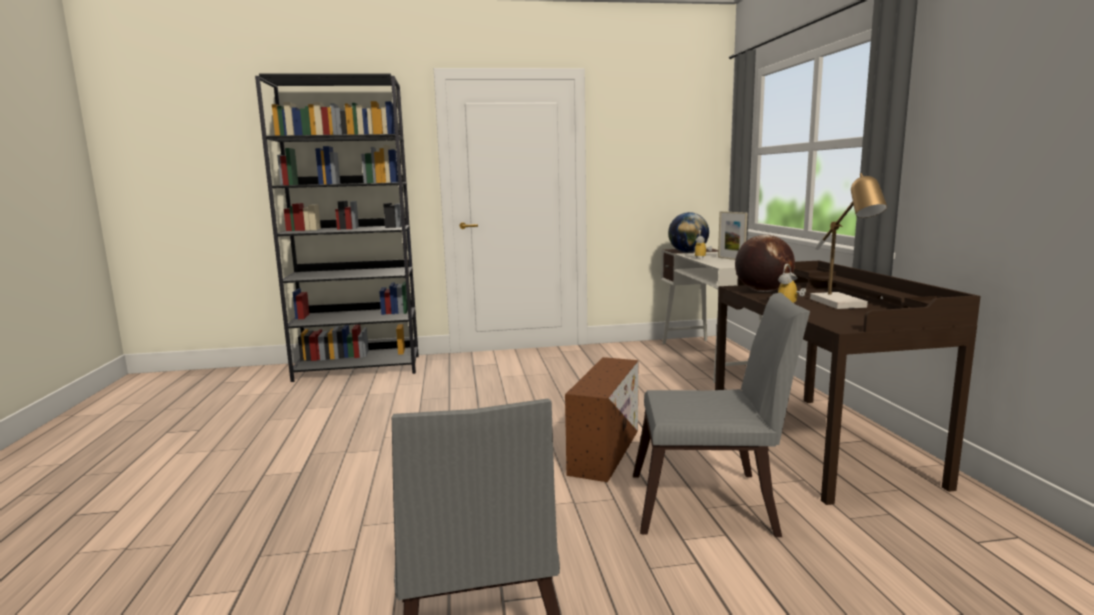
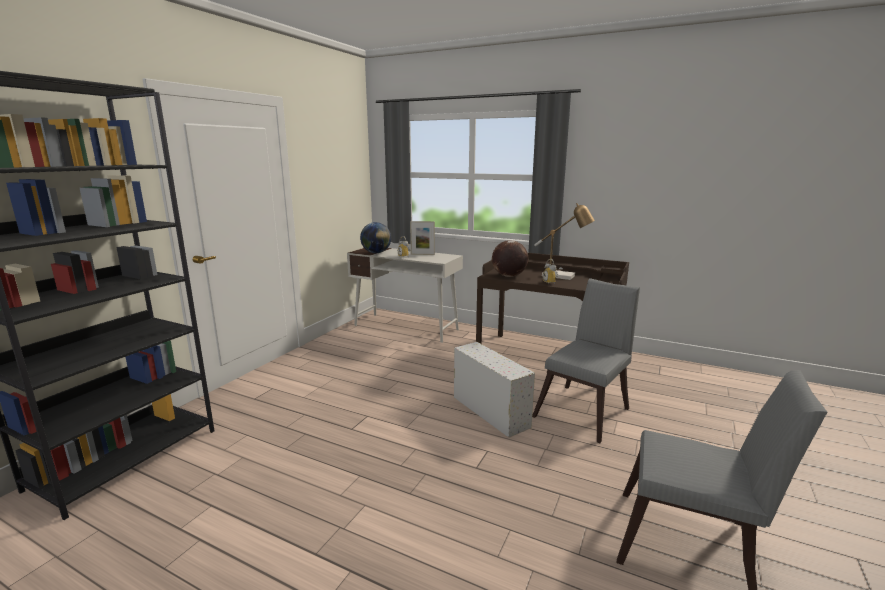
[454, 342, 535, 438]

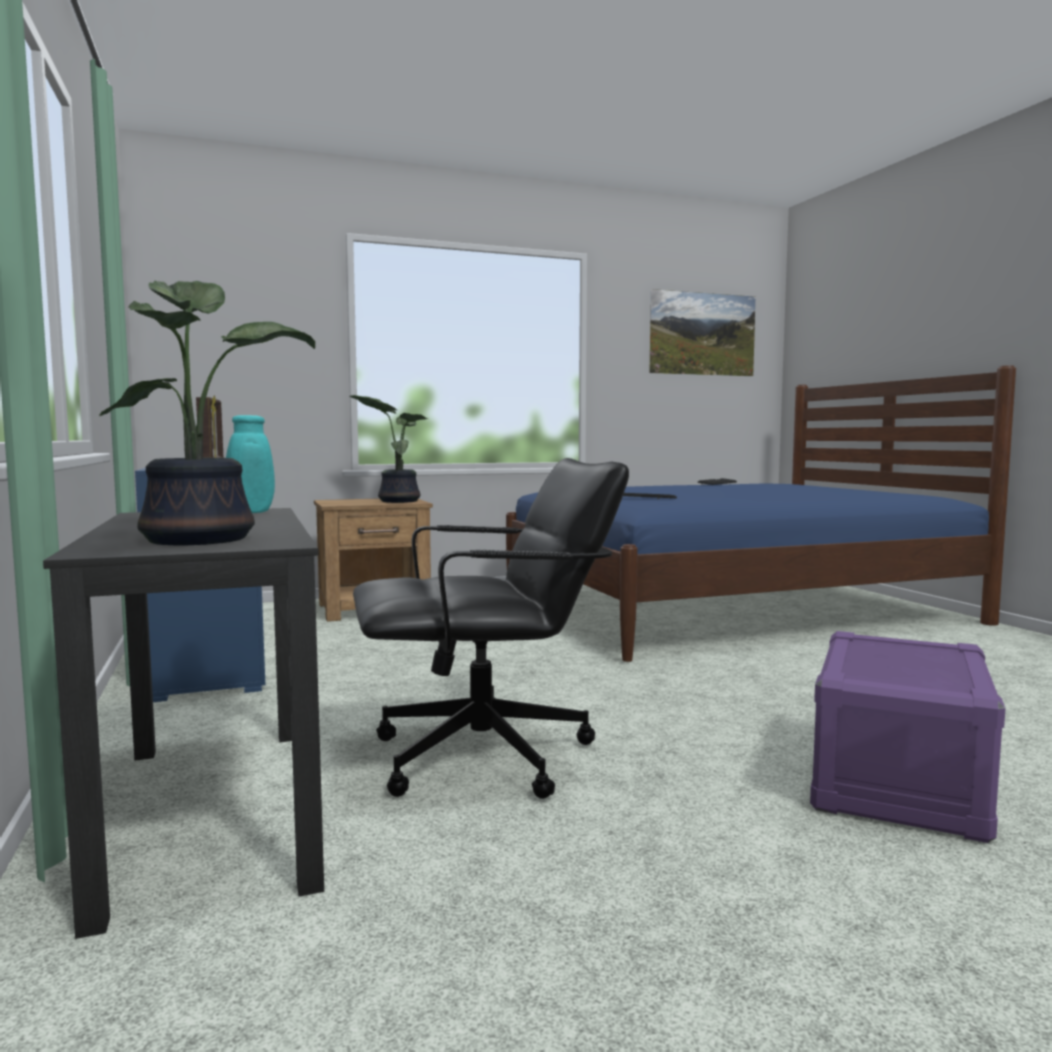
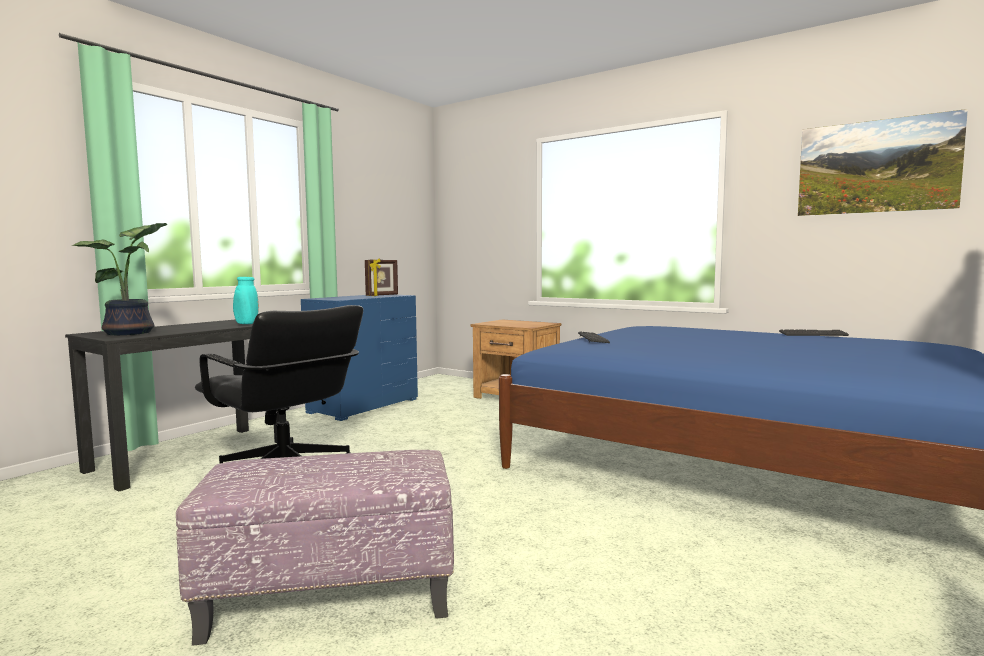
[176, 450, 454, 646]
[349, 395, 428, 503] (first image)

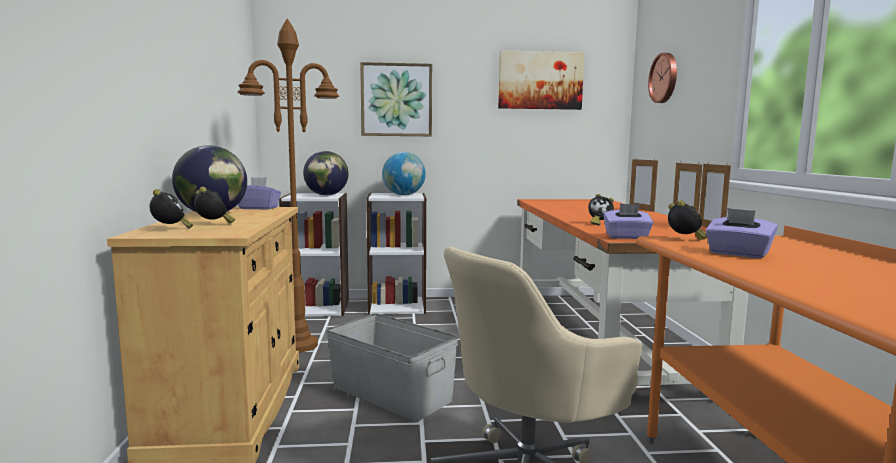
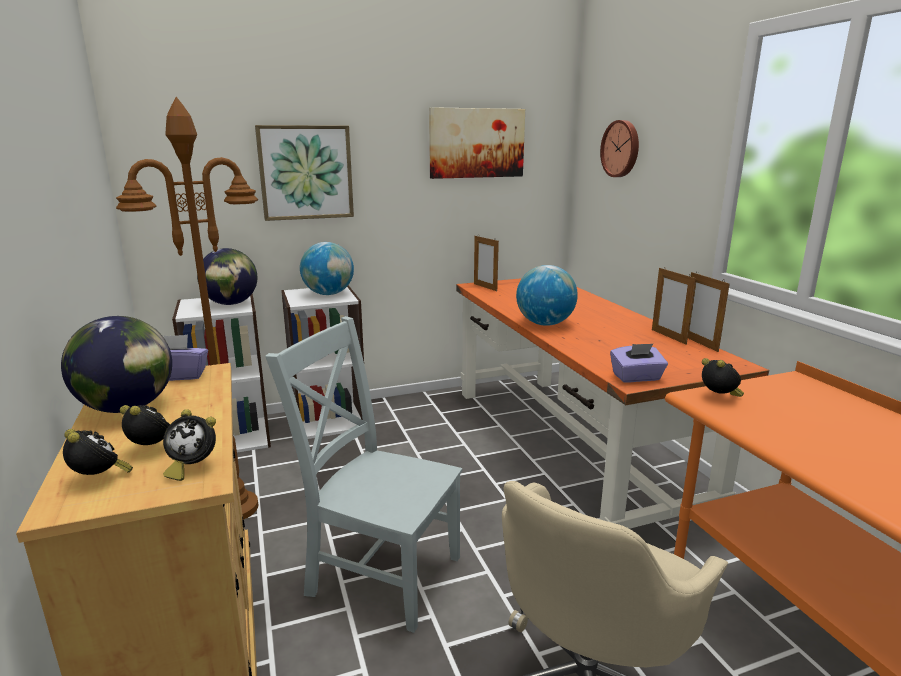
[163, 409, 216, 481]
[265, 316, 462, 633]
[474, 236, 499, 291]
[516, 265, 578, 326]
[705, 208, 778, 258] (first image)

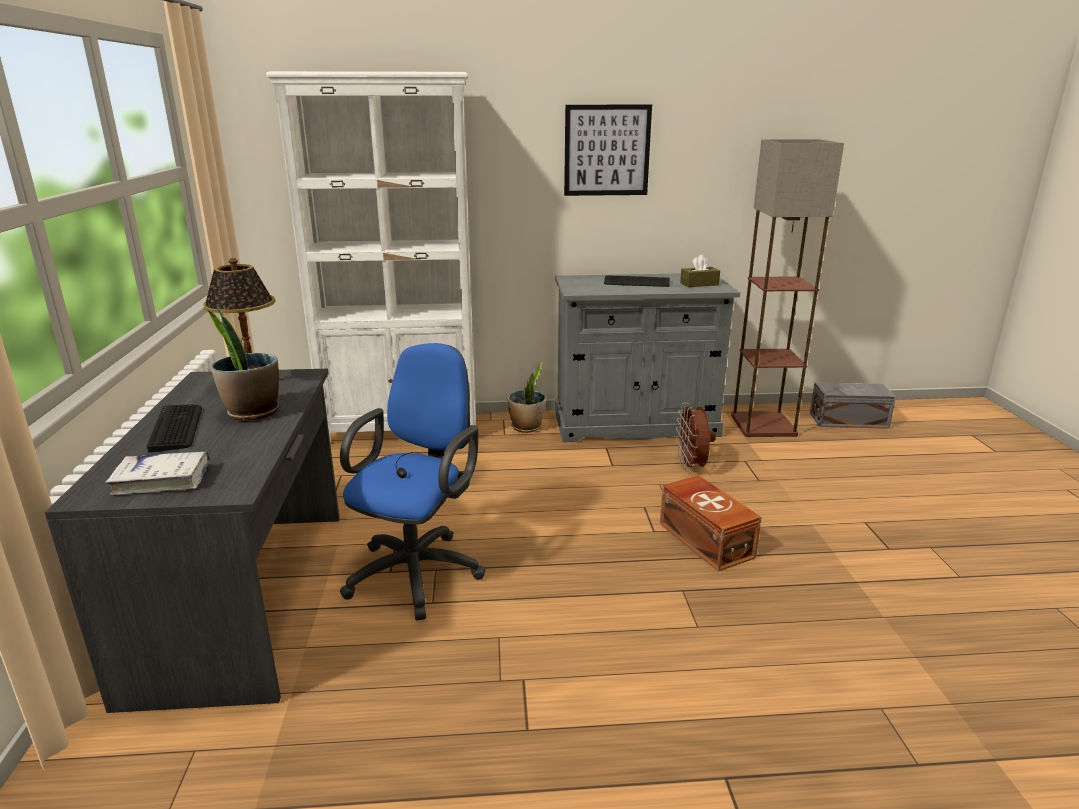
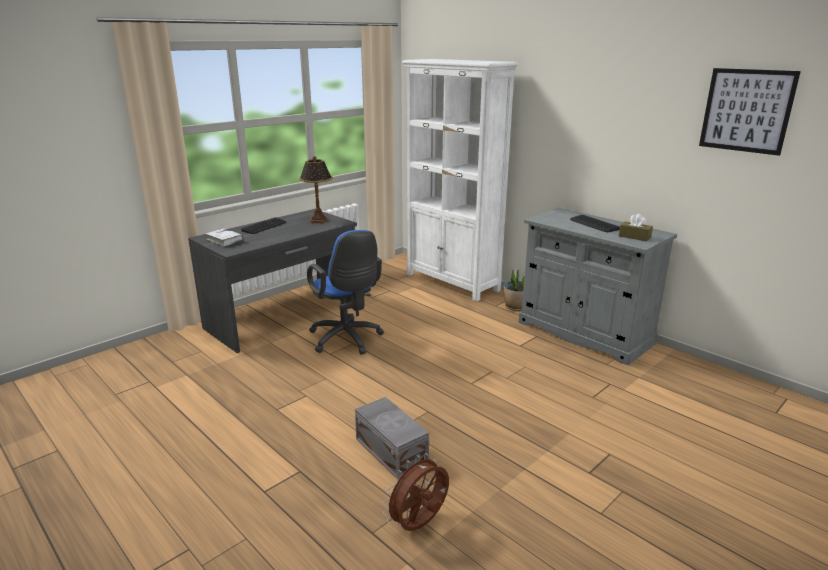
[307, 230, 384, 355]
[355, 397, 429, 479]
[383, 453, 449, 531]
[699, 68, 801, 156]
[207, 306, 279, 421] (first image)
[660, 475, 762, 572] (first image)
[731, 139, 844, 437] (first image)

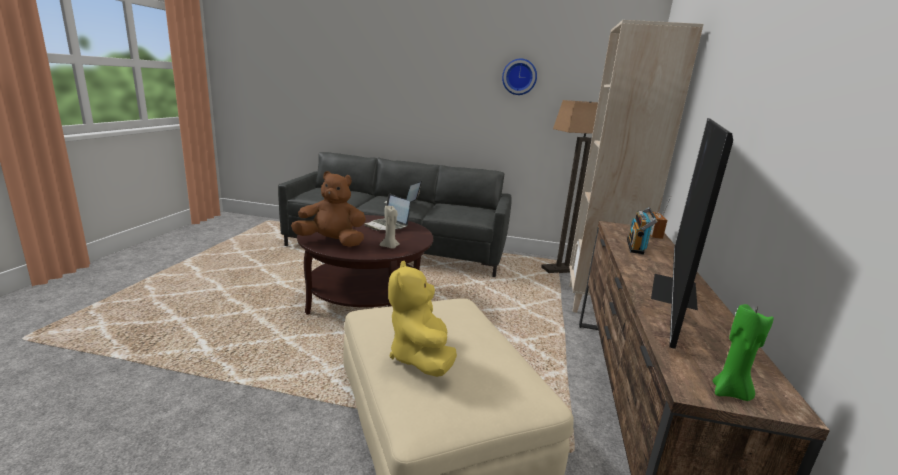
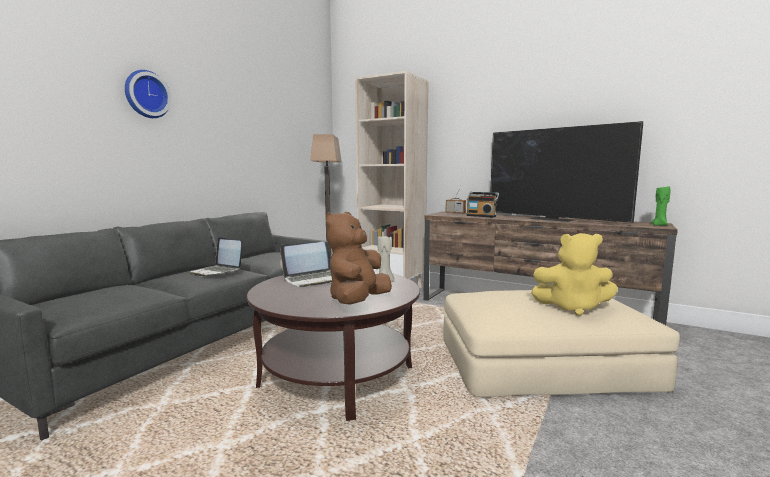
[125, 70, 171, 118]

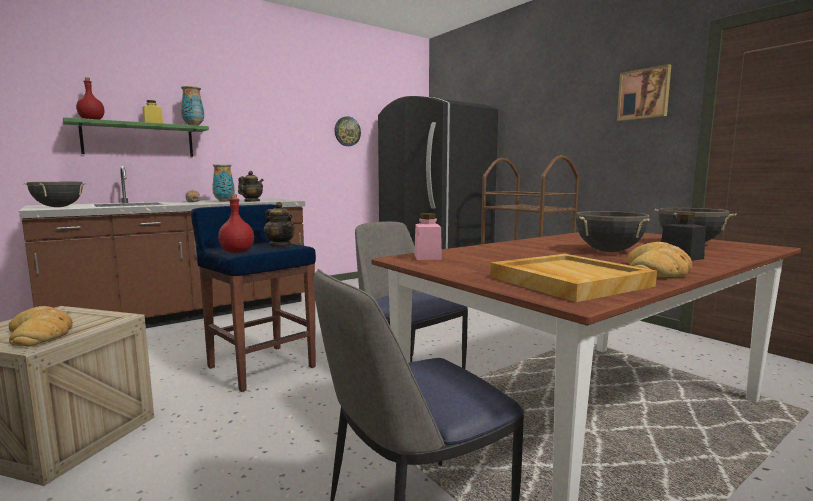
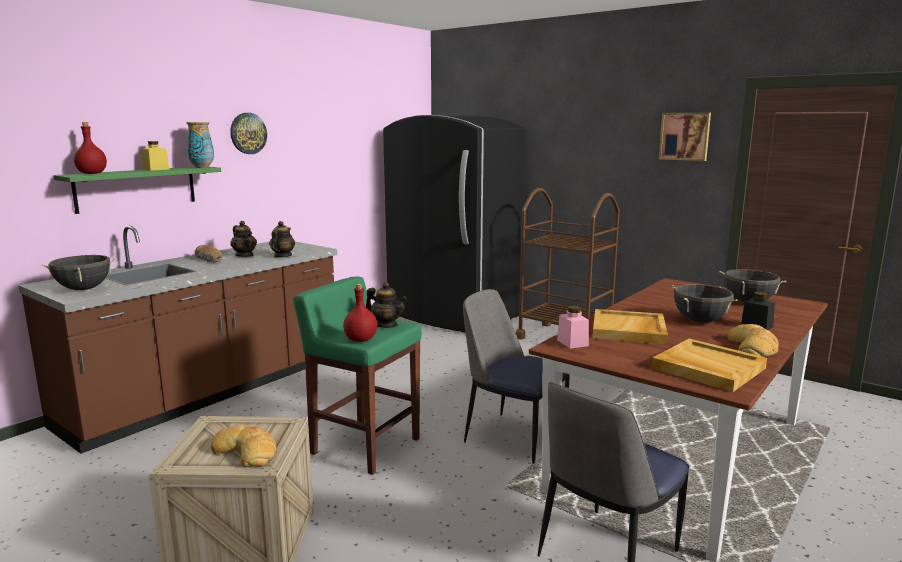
[230, 113, 267, 154]
[230, 221, 257, 257]
[293, 276, 422, 475]
[592, 309, 668, 344]

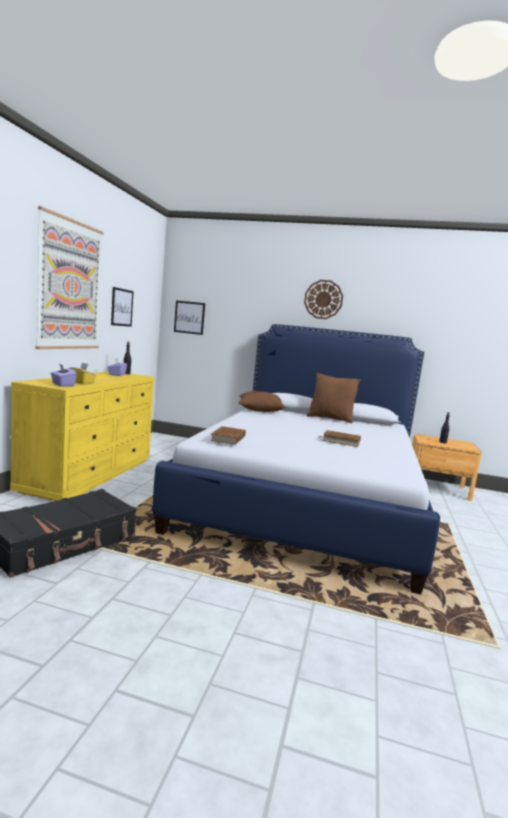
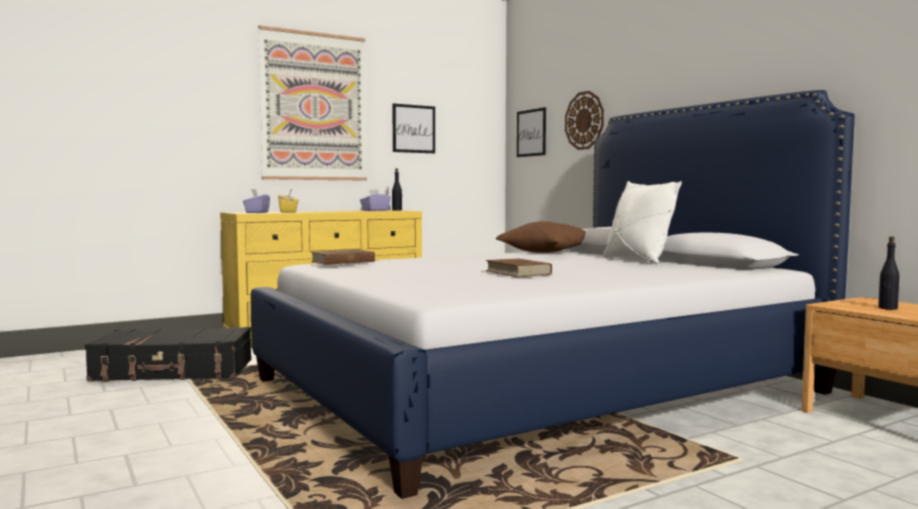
[565, 91, 604, 150]
[603, 181, 682, 264]

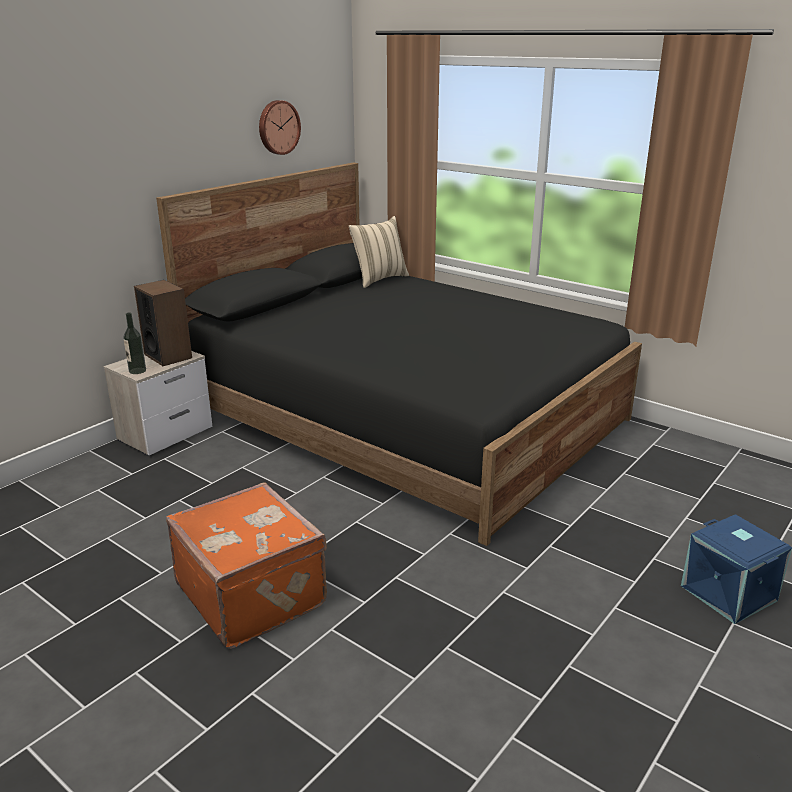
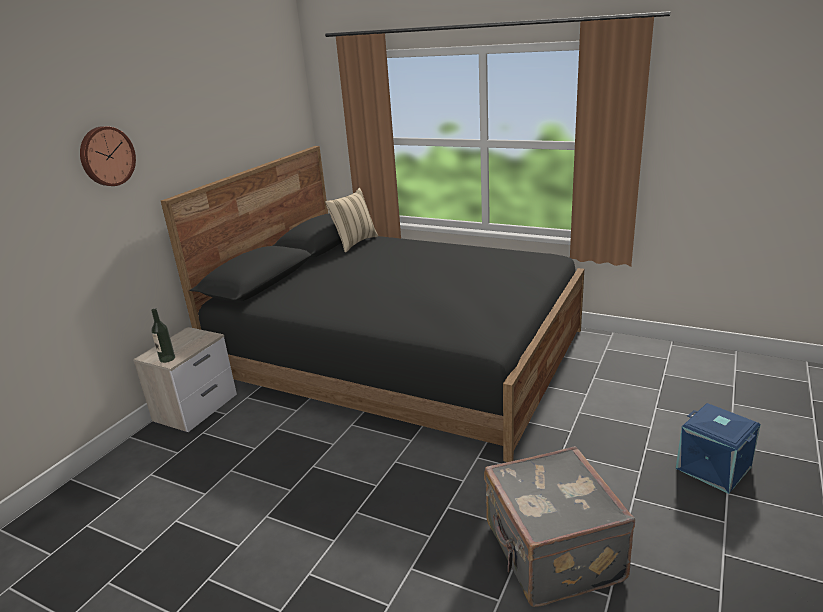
[80, 126, 136, 186]
[484, 446, 635, 607]
[134, 280, 192, 366] (first image)
[166, 482, 327, 649] (first image)

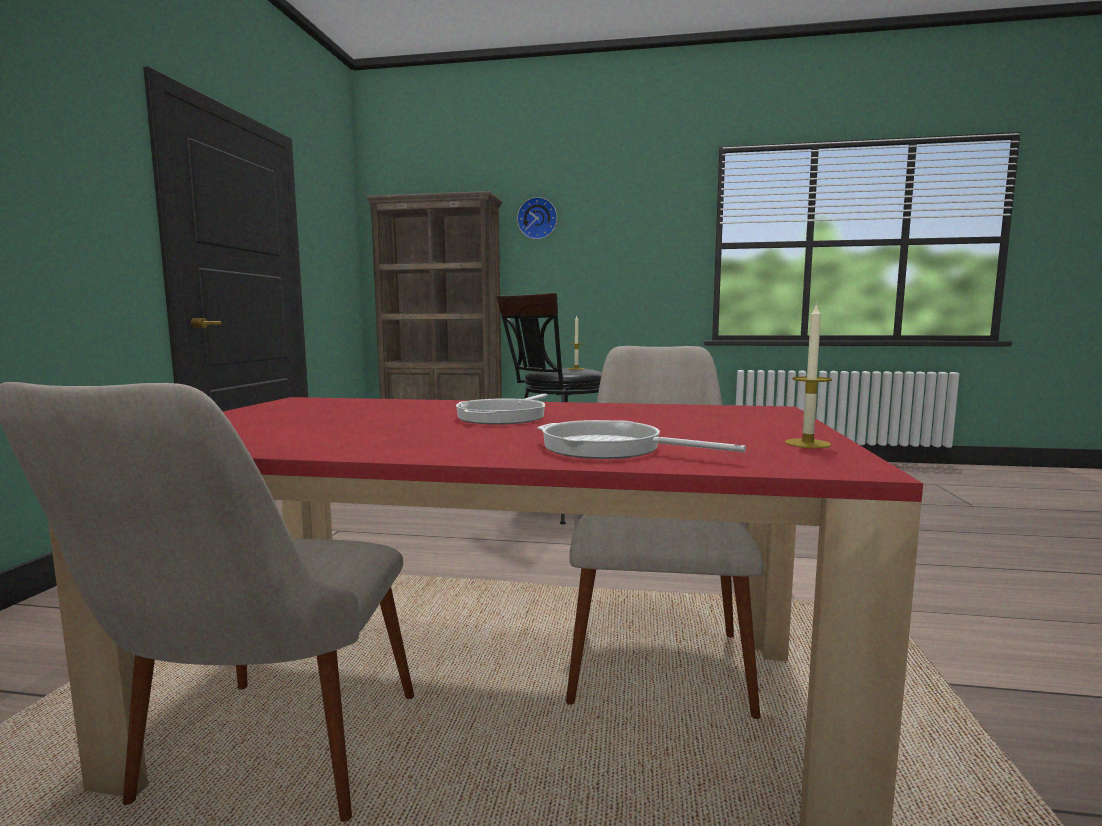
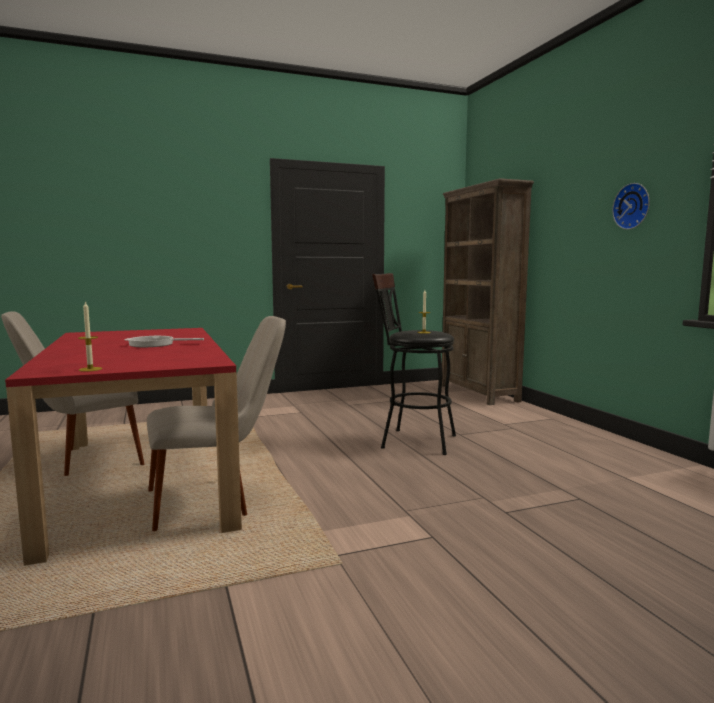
[612, 183, 650, 230]
[538, 420, 746, 459] (first image)

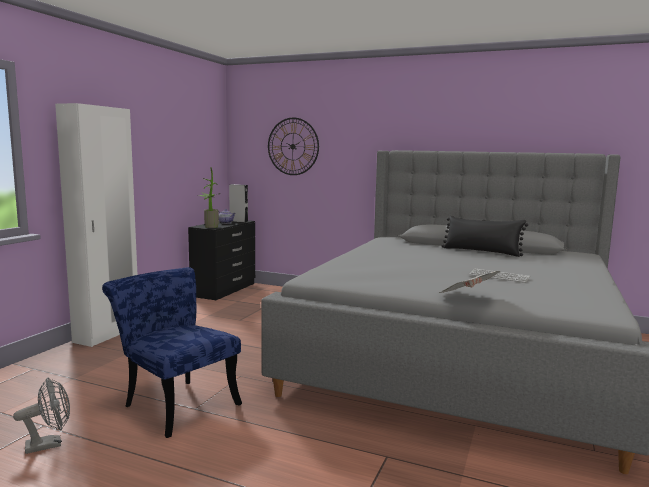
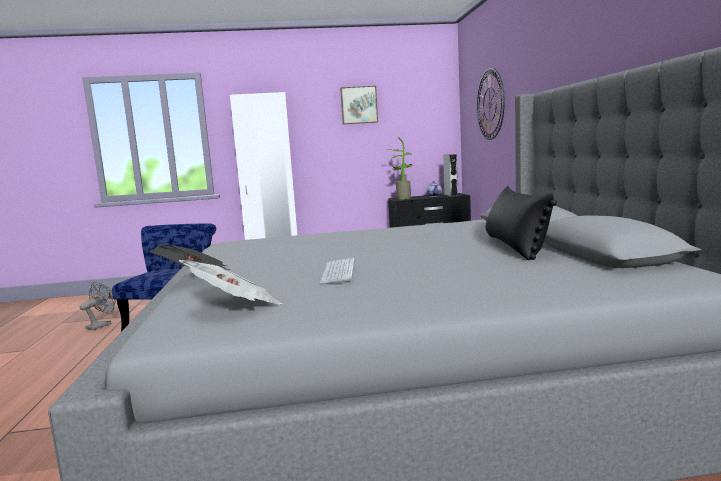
[80, 282, 116, 330]
[179, 260, 282, 304]
[340, 86, 378, 124]

